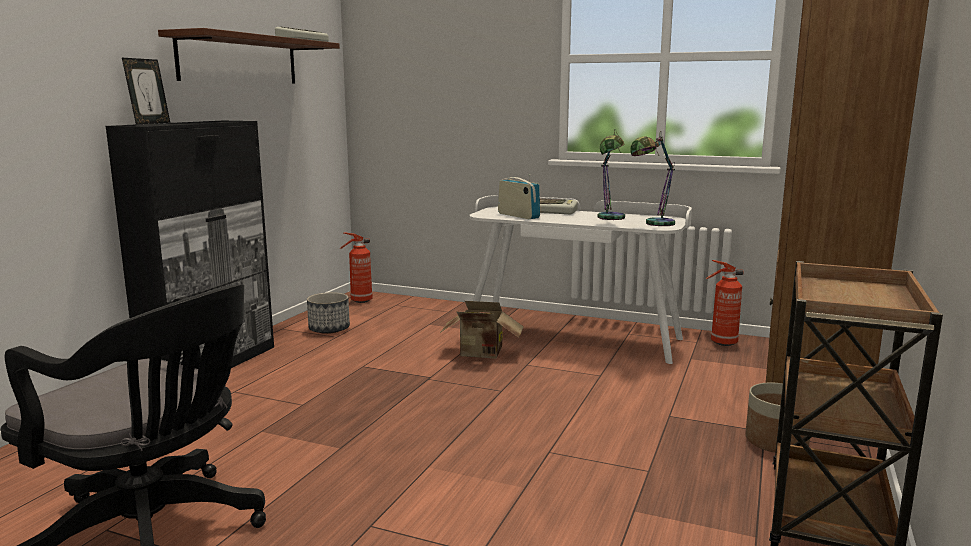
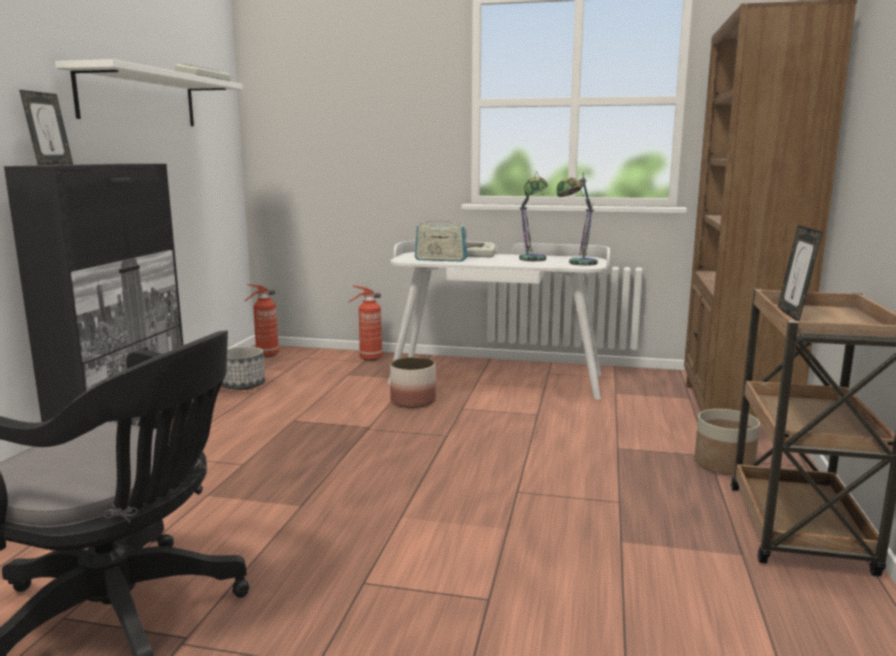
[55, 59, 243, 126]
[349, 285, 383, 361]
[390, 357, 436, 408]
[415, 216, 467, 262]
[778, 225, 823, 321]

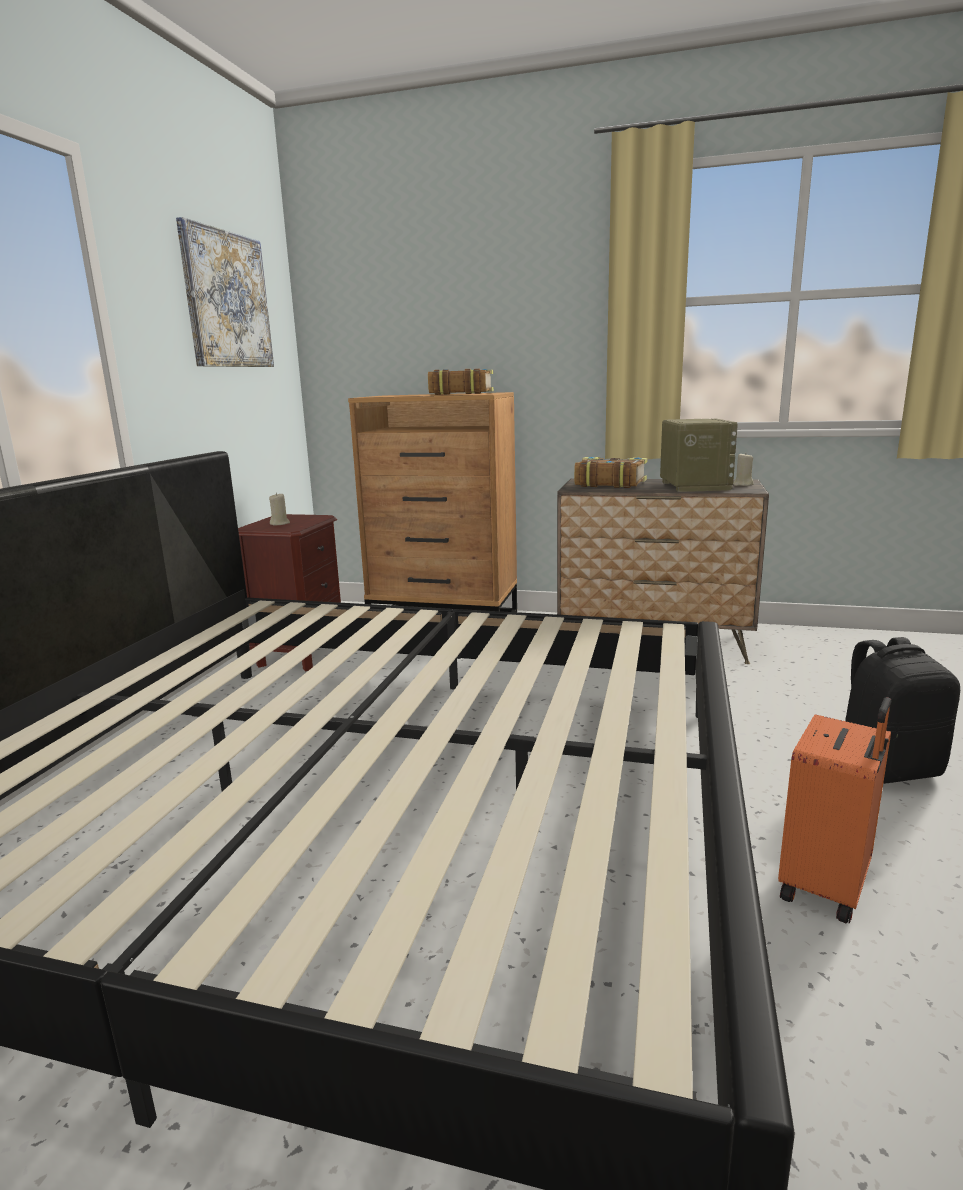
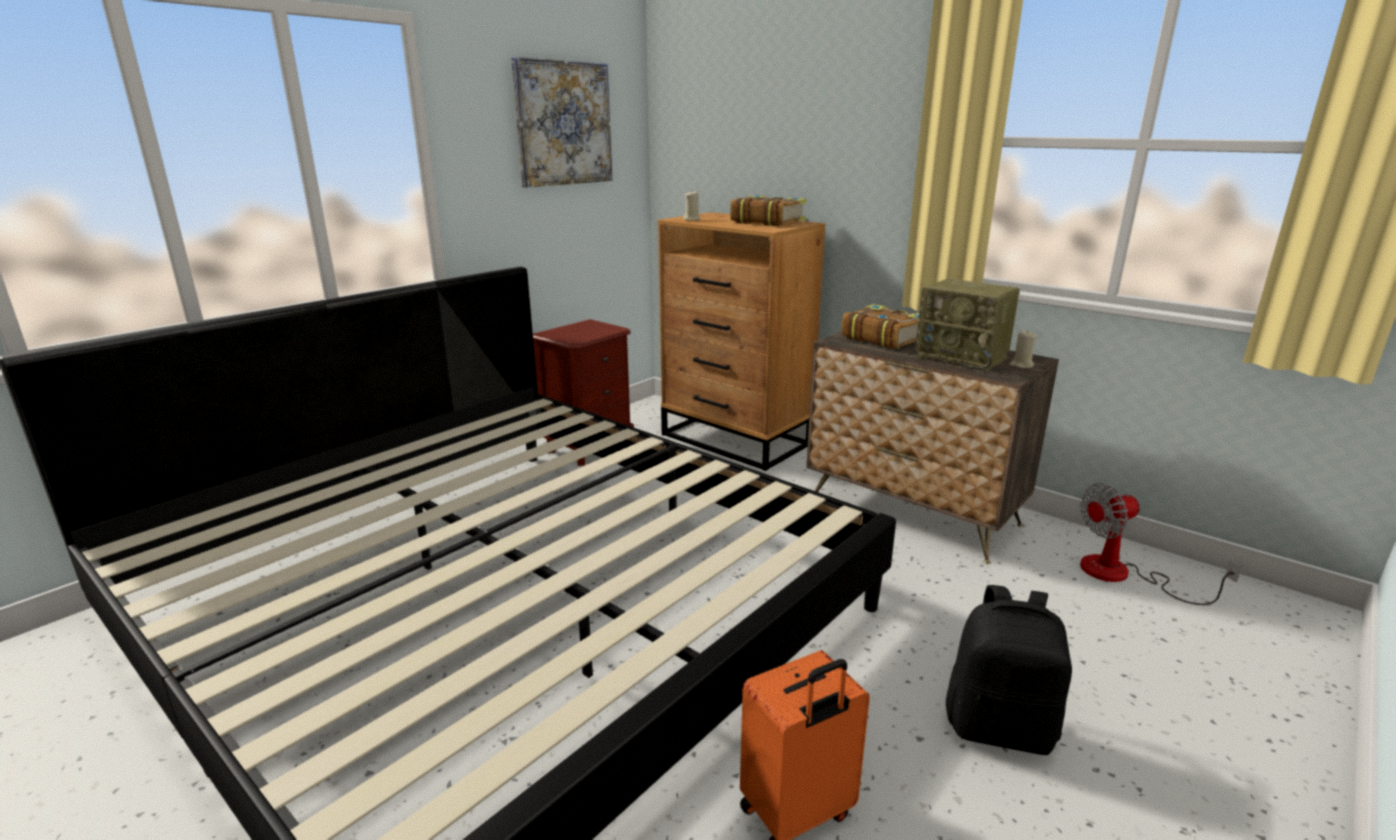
[684, 192, 701, 220]
[915, 278, 1020, 372]
[1080, 483, 1241, 605]

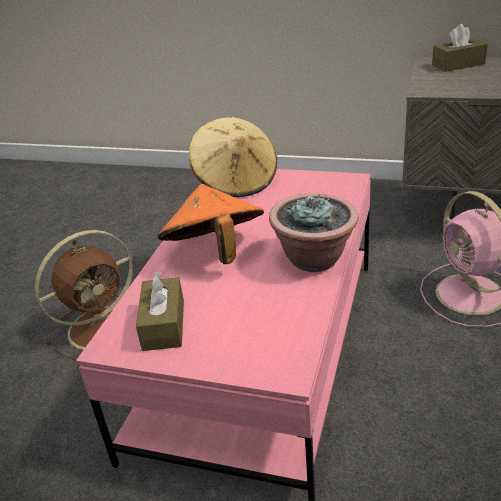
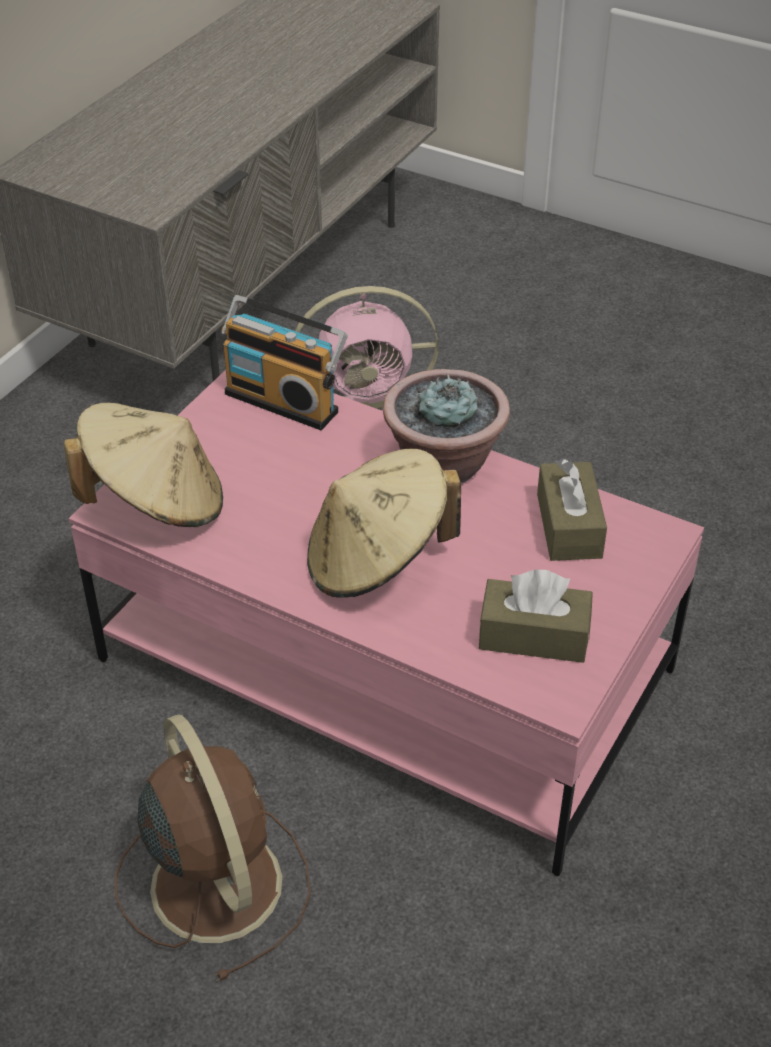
[222, 295, 348, 430]
[307, 449, 461, 598]
[537, 459, 607, 561]

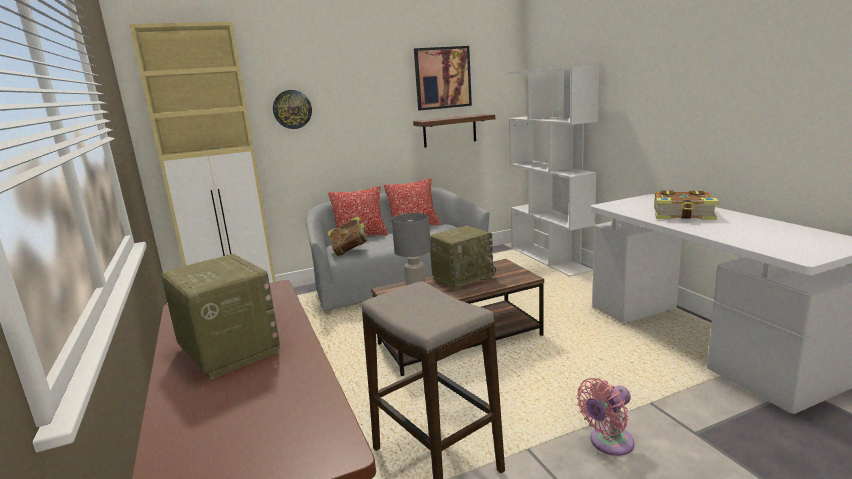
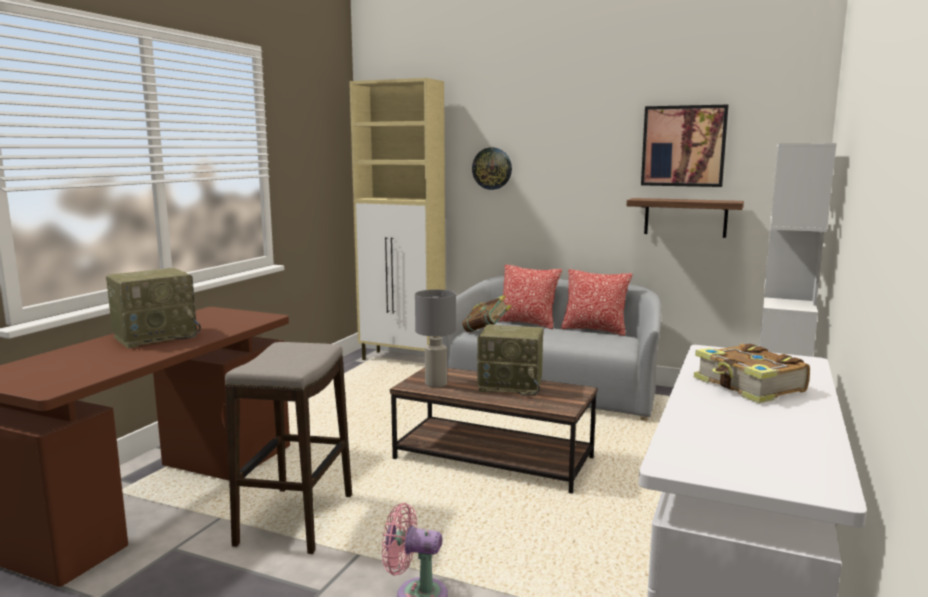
[106, 268, 201, 348]

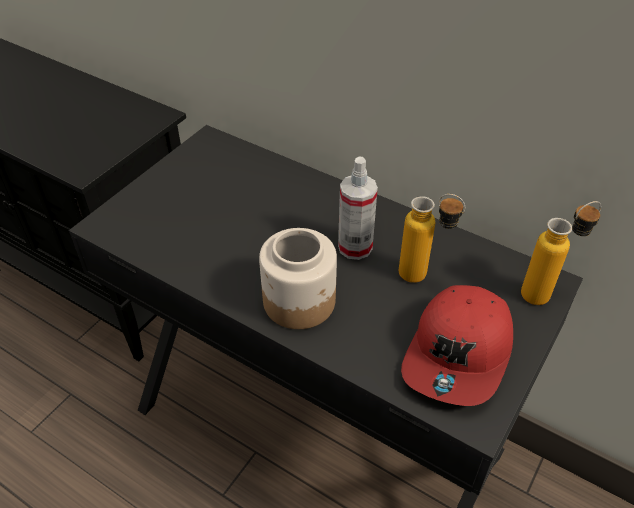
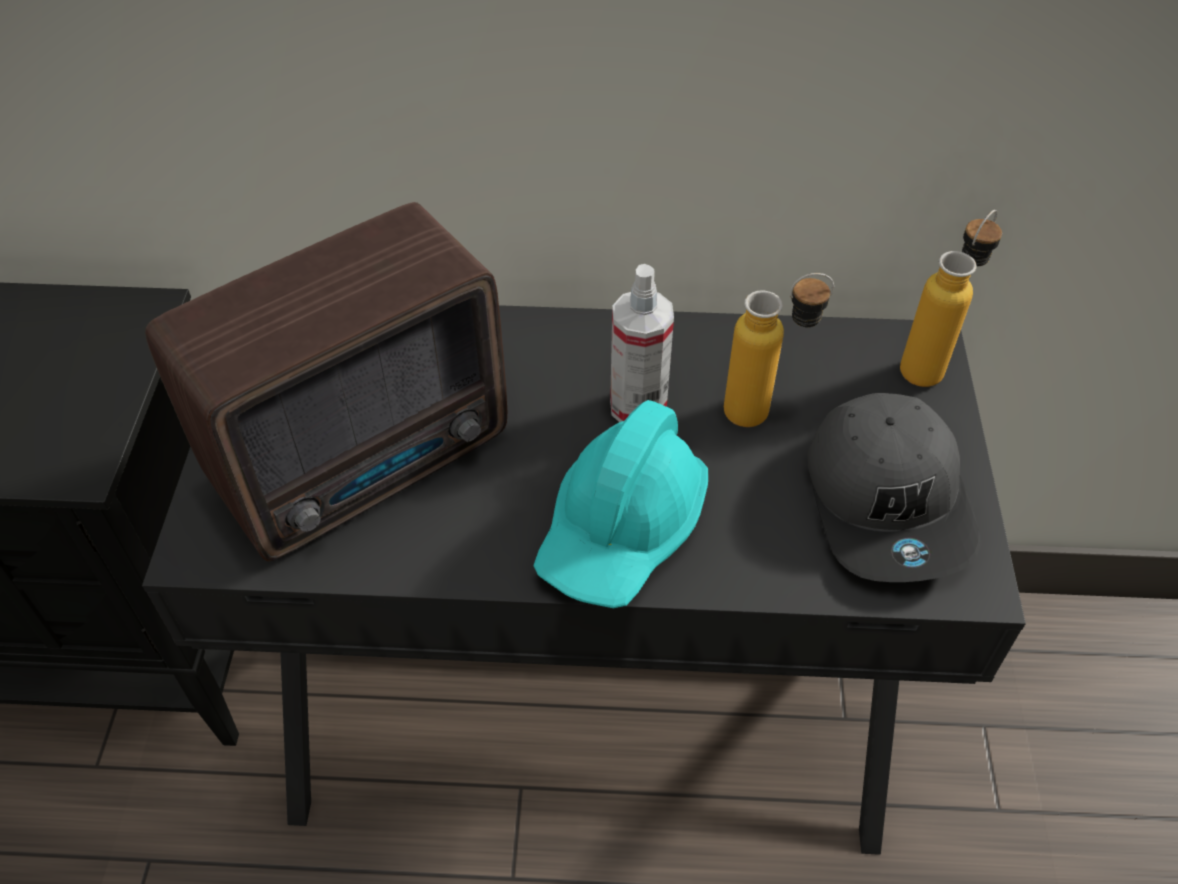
[145, 202, 507, 561]
[533, 400, 708, 608]
[807, 393, 980, 582]

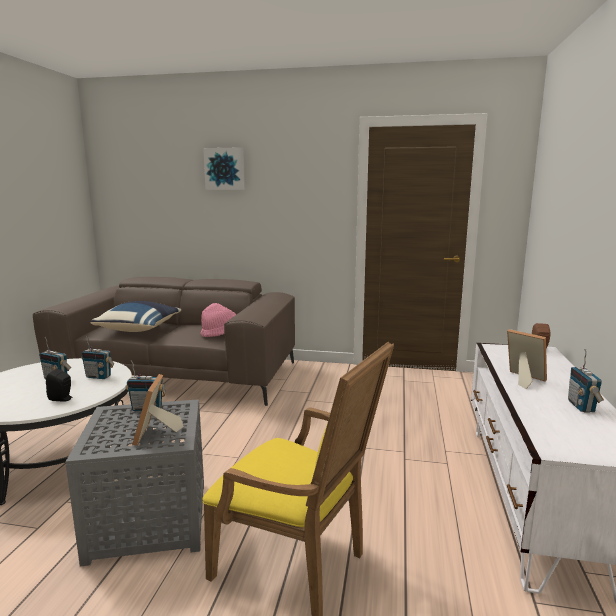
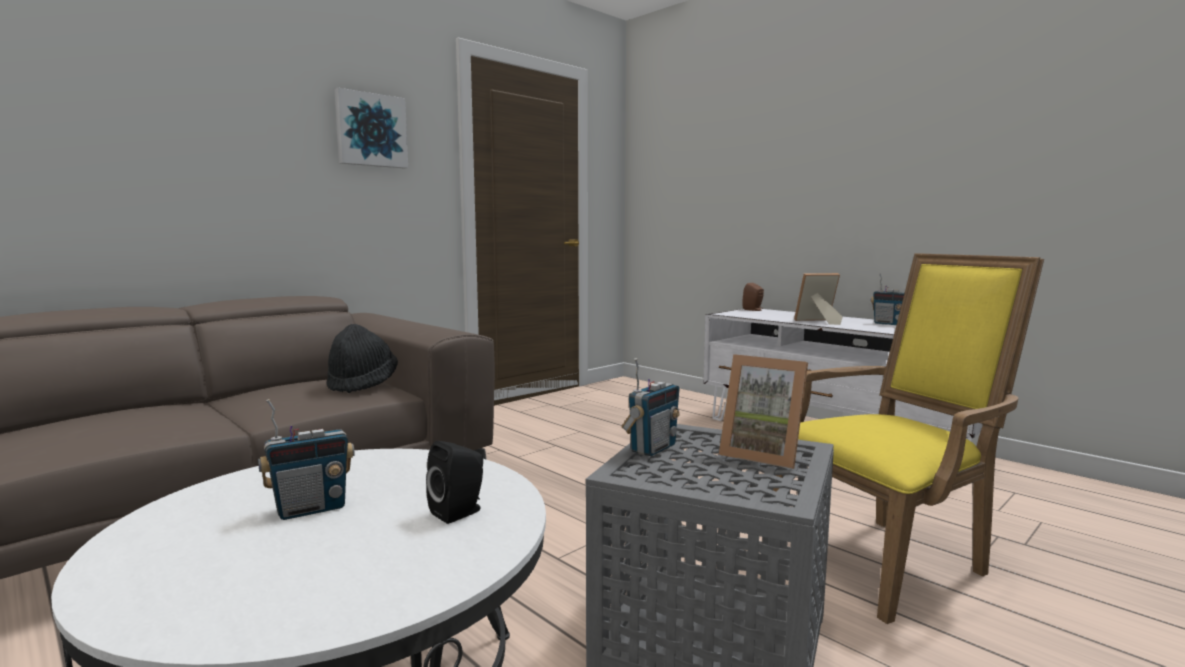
[326, 324, 398, 393]
[334, 88, 408, 168]
[81, 336, 114, 379] (first image)
[90, 301, 181, 332] (first image)

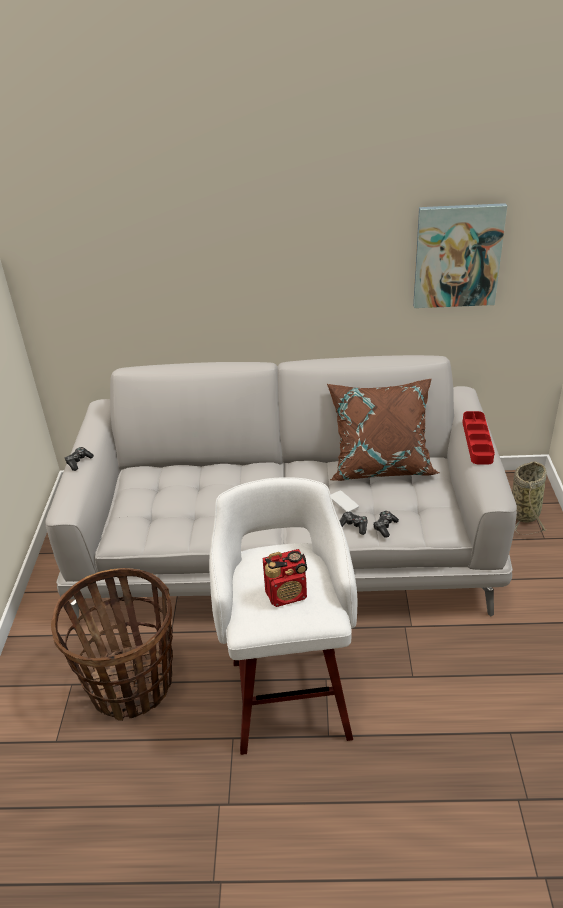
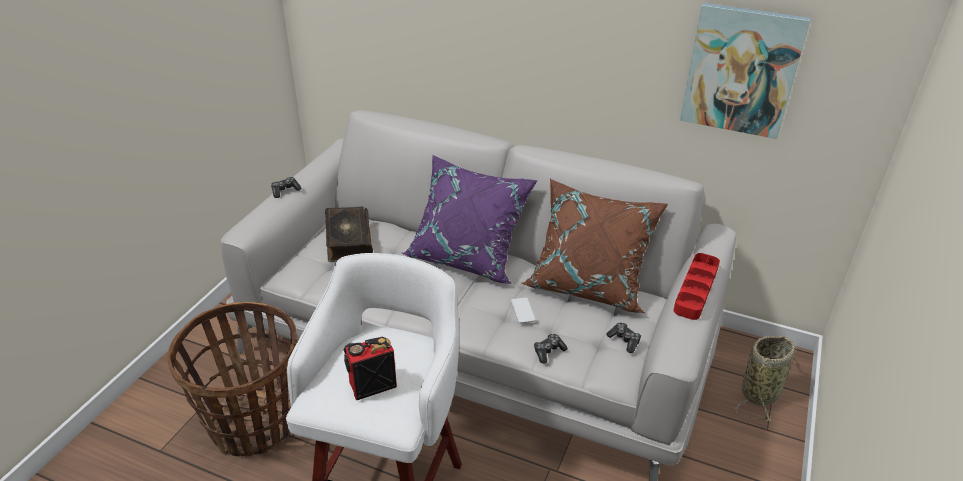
[325, 207, 373, 262]
[344, 337, 397, 400]
[402, 155, 538, 284]
[606, 323, 641, 353]

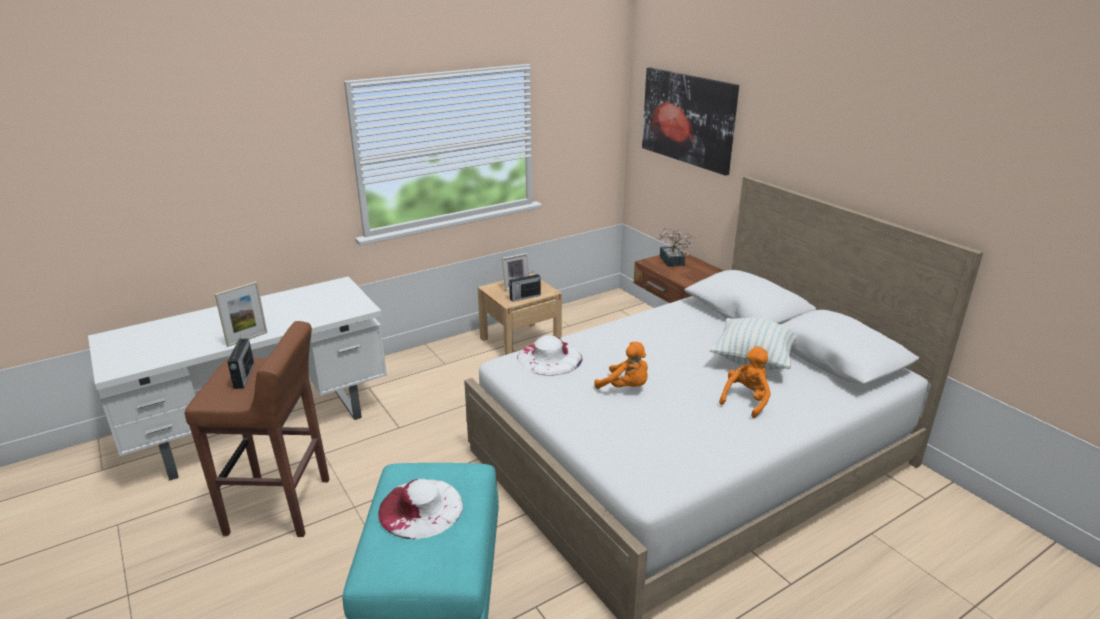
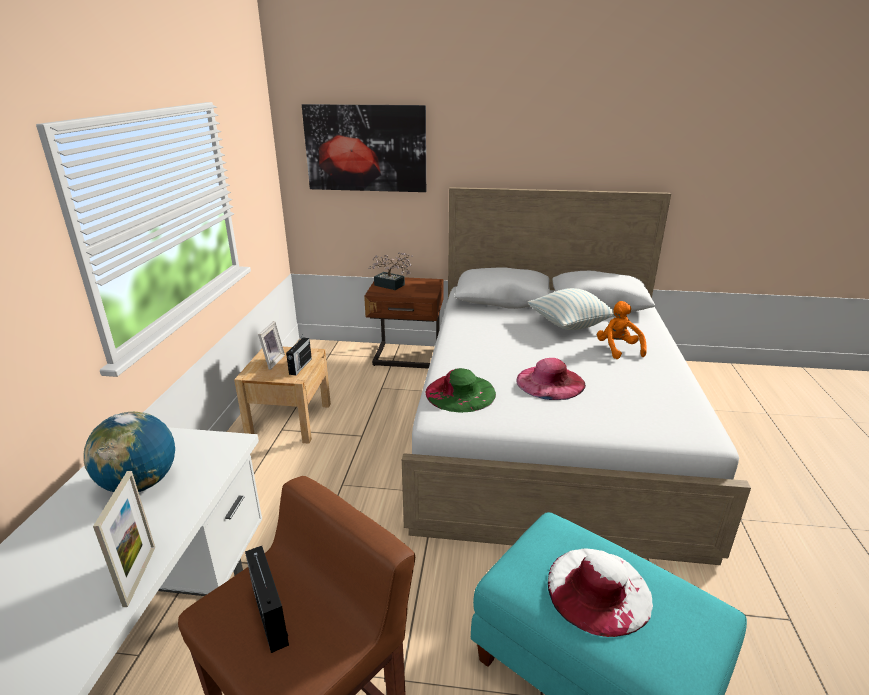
[83, 412, 175, 492]
[245, 546, 289, 653]
[425, 368, 496, 413]
[516, 358, 586, 400]

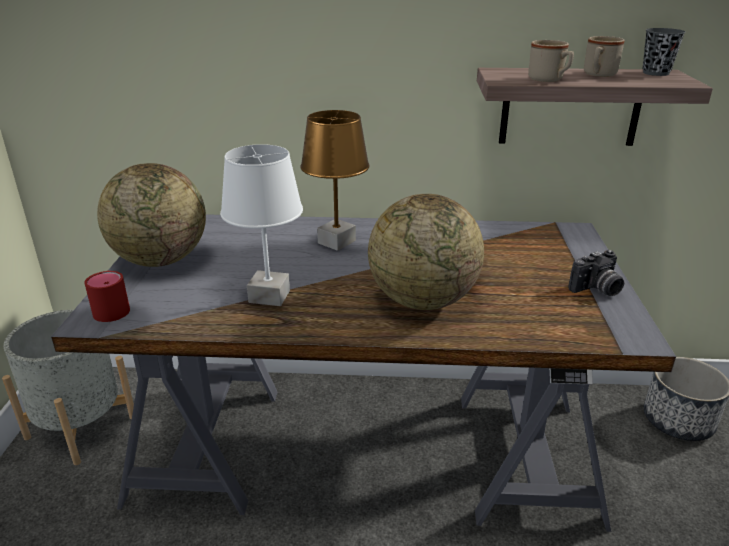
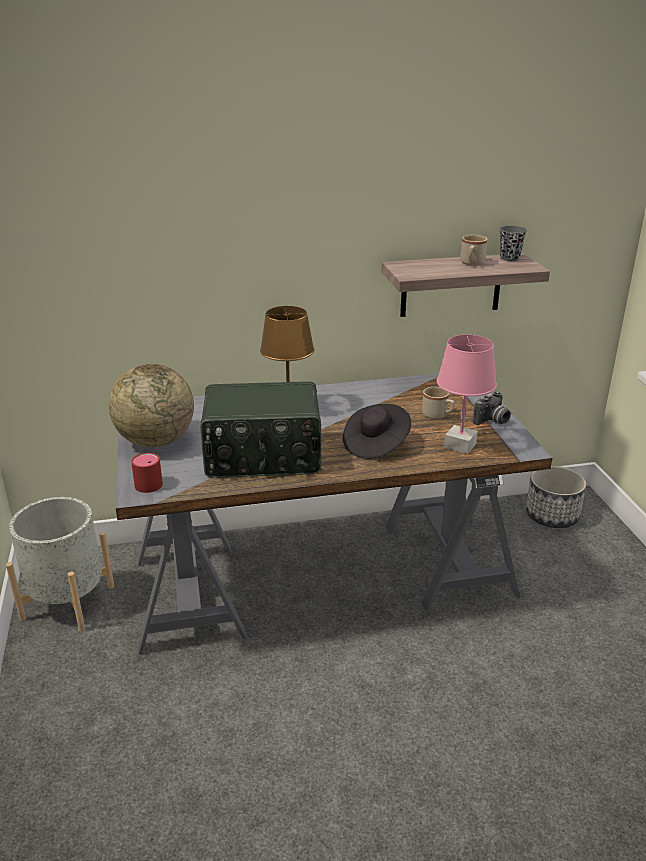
[200, 381, 321, 478]
[343, 404, 411, 459]
[422, 387, 455, 419]
[437, 335, 497, 454]

